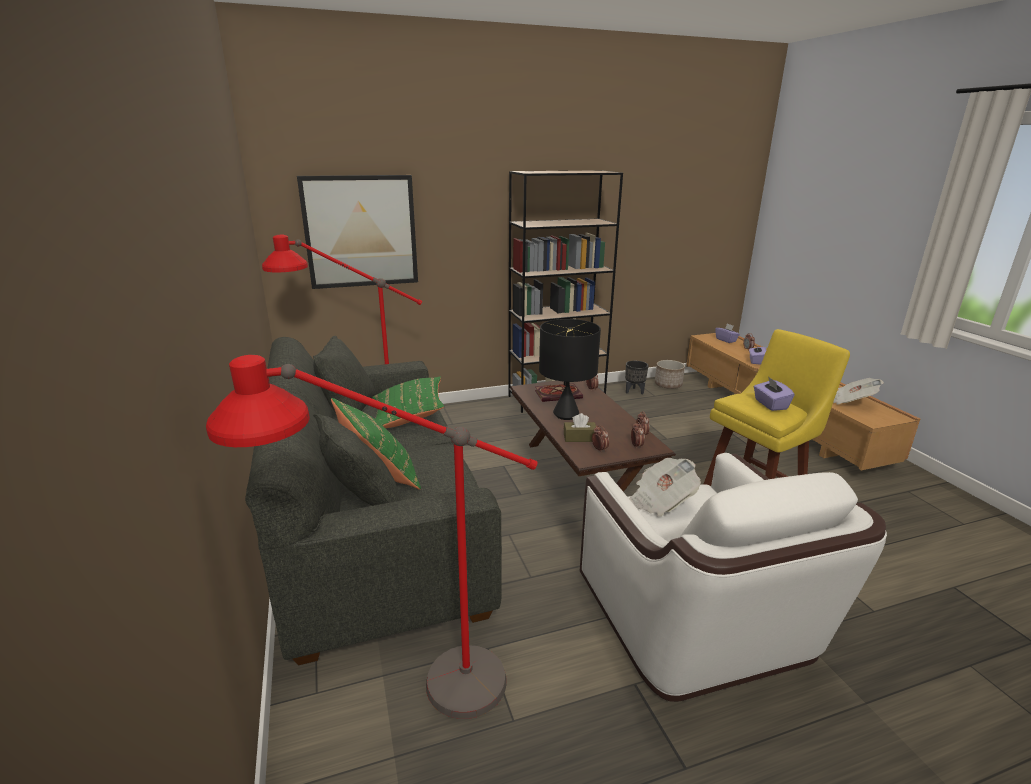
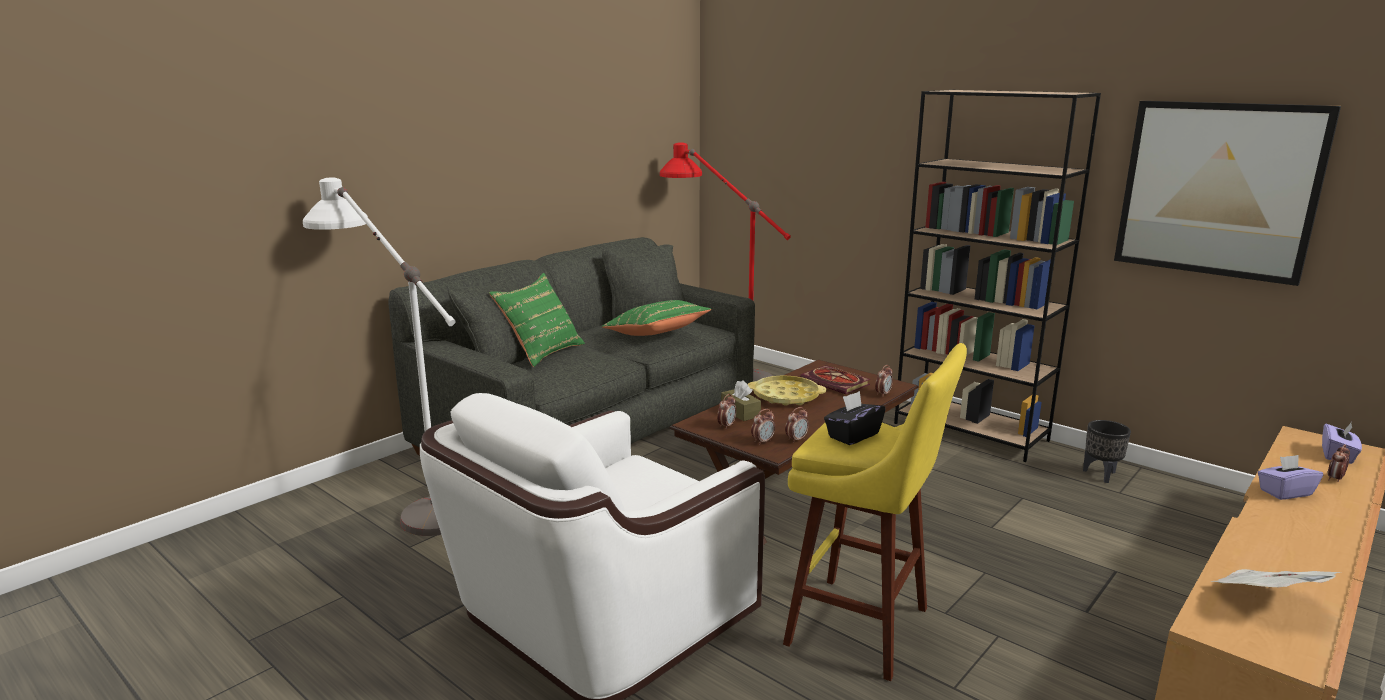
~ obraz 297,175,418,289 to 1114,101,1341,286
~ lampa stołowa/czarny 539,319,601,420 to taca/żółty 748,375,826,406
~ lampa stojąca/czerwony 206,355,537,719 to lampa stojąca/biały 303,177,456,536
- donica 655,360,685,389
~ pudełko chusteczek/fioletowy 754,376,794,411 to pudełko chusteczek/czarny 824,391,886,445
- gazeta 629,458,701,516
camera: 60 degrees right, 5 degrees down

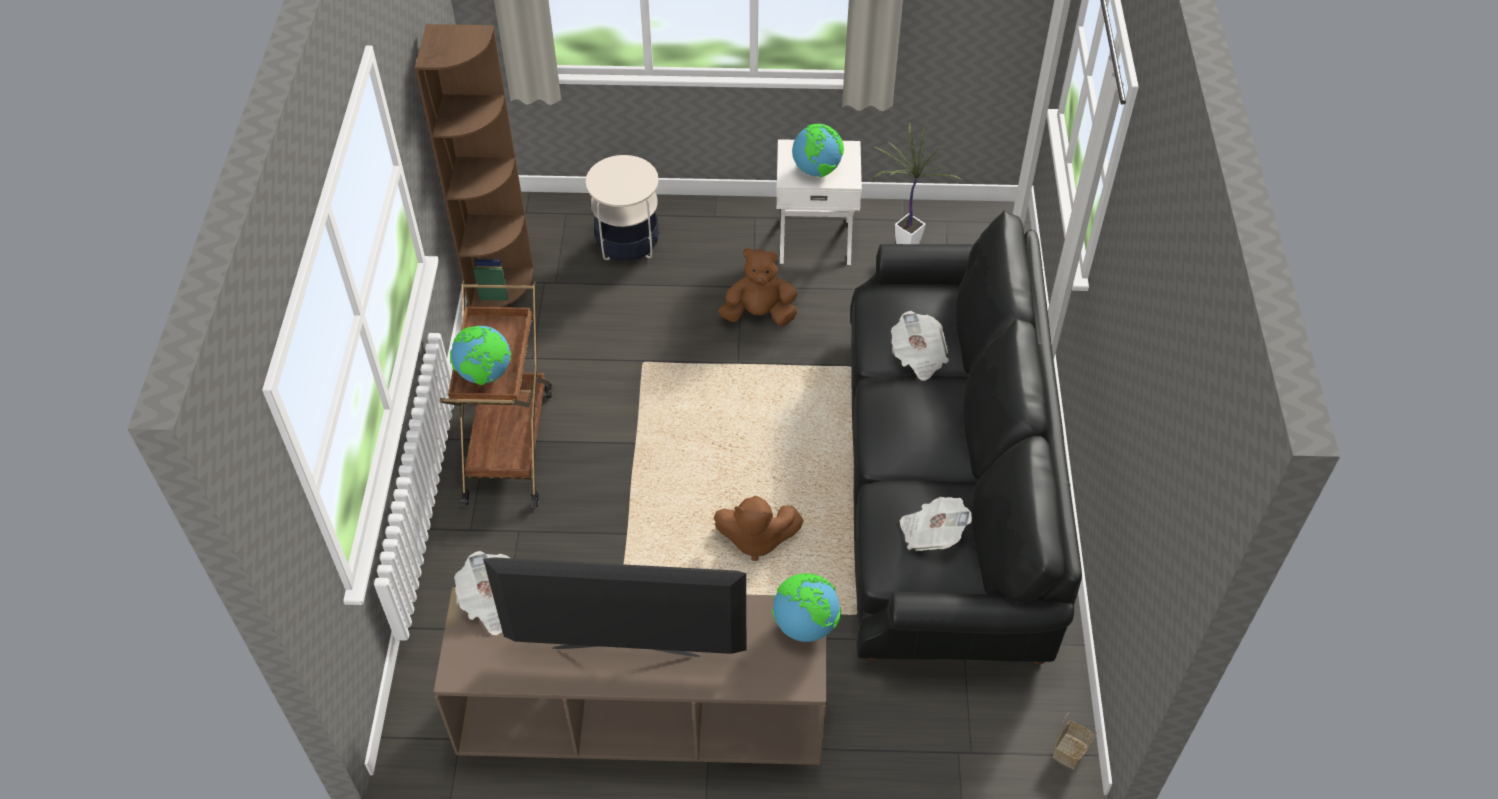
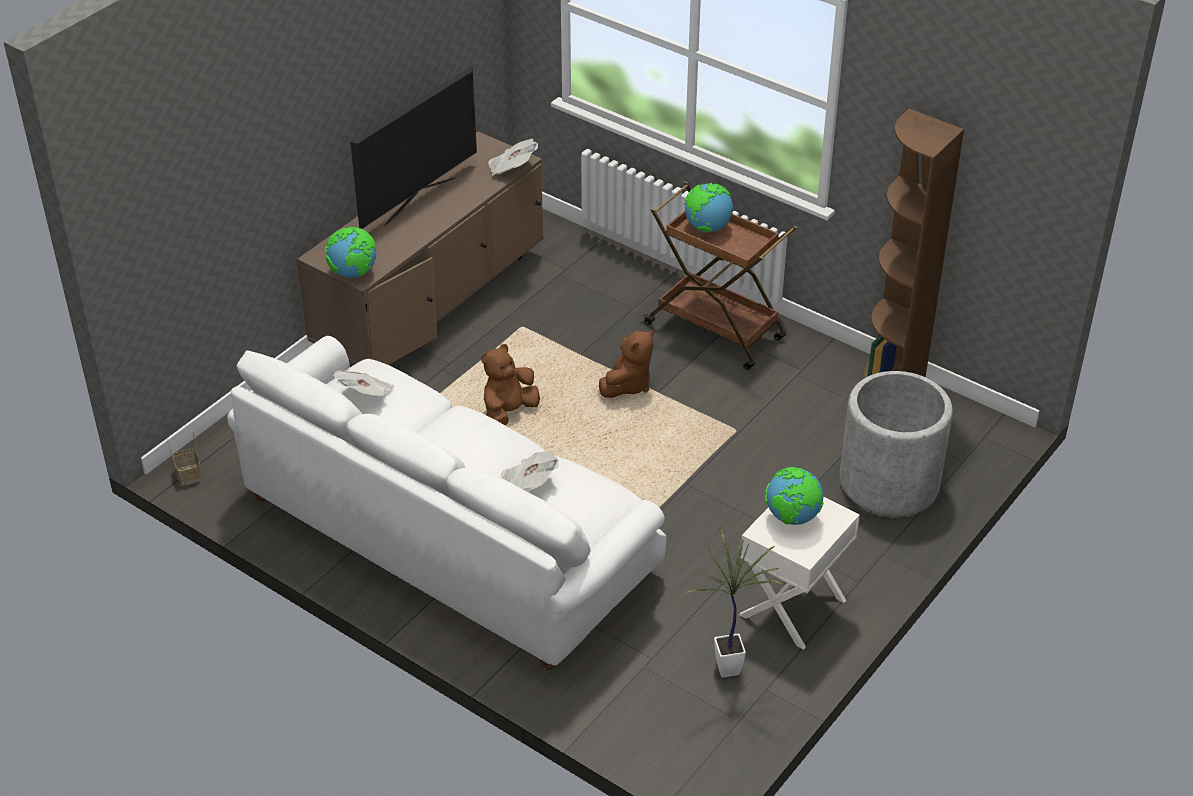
~ stolik/beżowy 586,155,659,261 to donica/szary 840,371,953,516
~ kanapa/czarny 850,211,1082,665 to kanapa/biały 227,336,666,670
~ pluszak/brązowy 719,248,797,326 to 599,330,654,398
camera: 125 degrees right, 10 degrees down

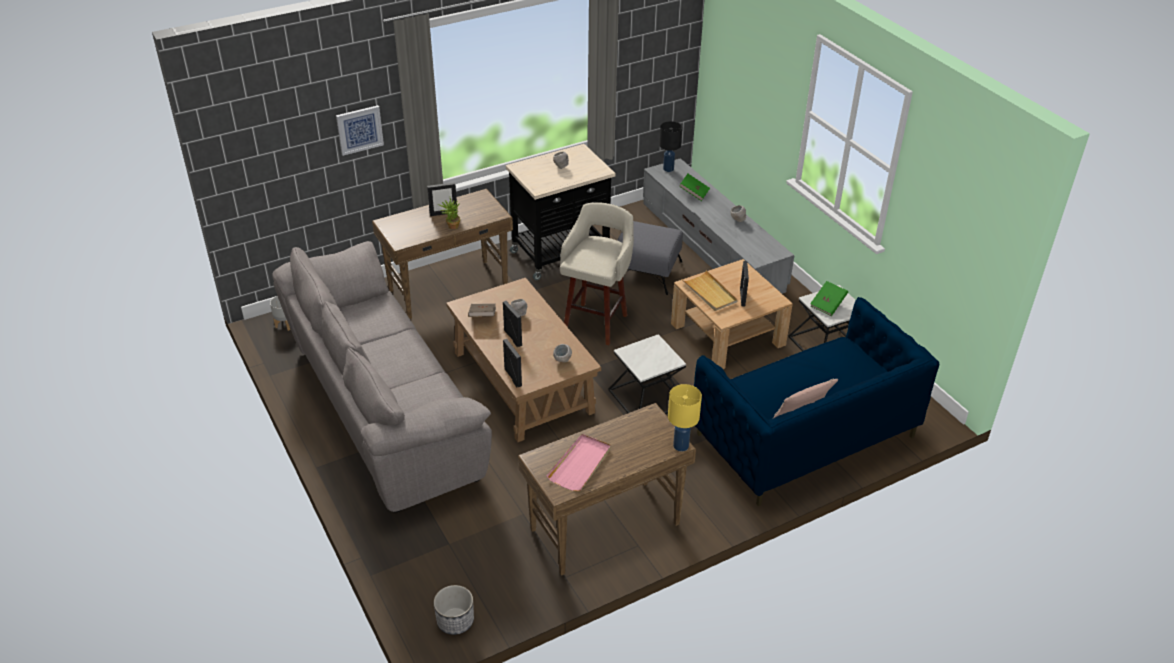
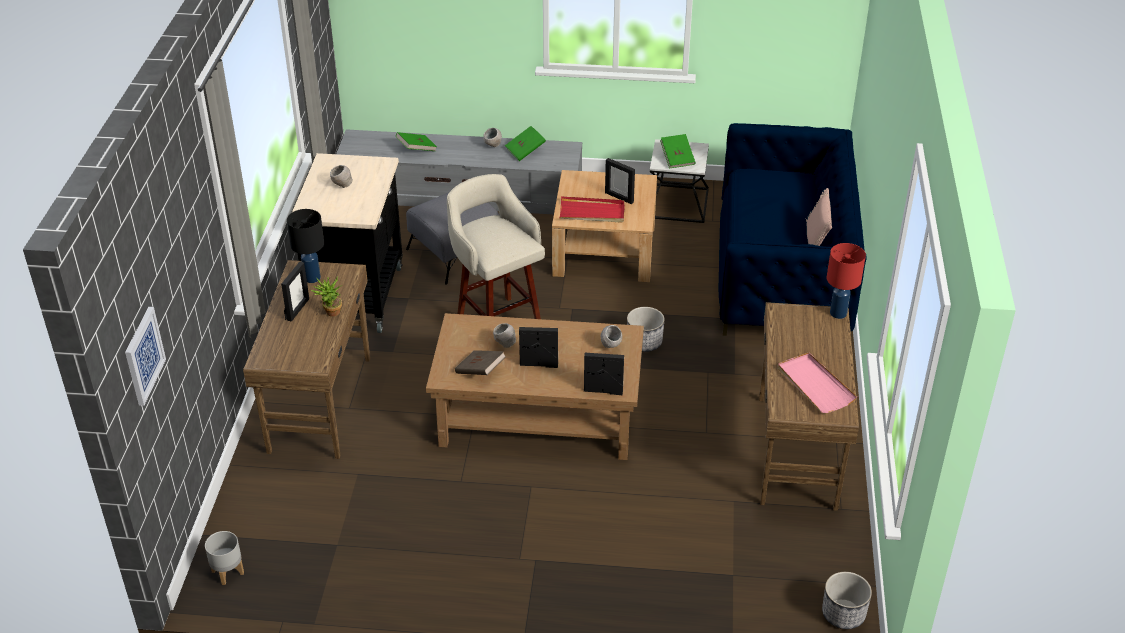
~ obraz 336,105,384,156 to 125,307,166,406
~ lampa stołowa/czarny 659,121,682,172 to 287,209,324,283
- kanapa/szary 273,241,492,513
~ taca/beżowy 682,270,737,311 to taca/czerwony 560,196,624,223
~ stolik 608,334,686,414 to donica 627,307,665,352
~ lampa stołowa/żółty 668,384,702,451 to lampa stołowa/czerwony 827,243,866,319
+ książka/zielony 505,126,546,161
camera: 55 degrees left, 0 degrees up

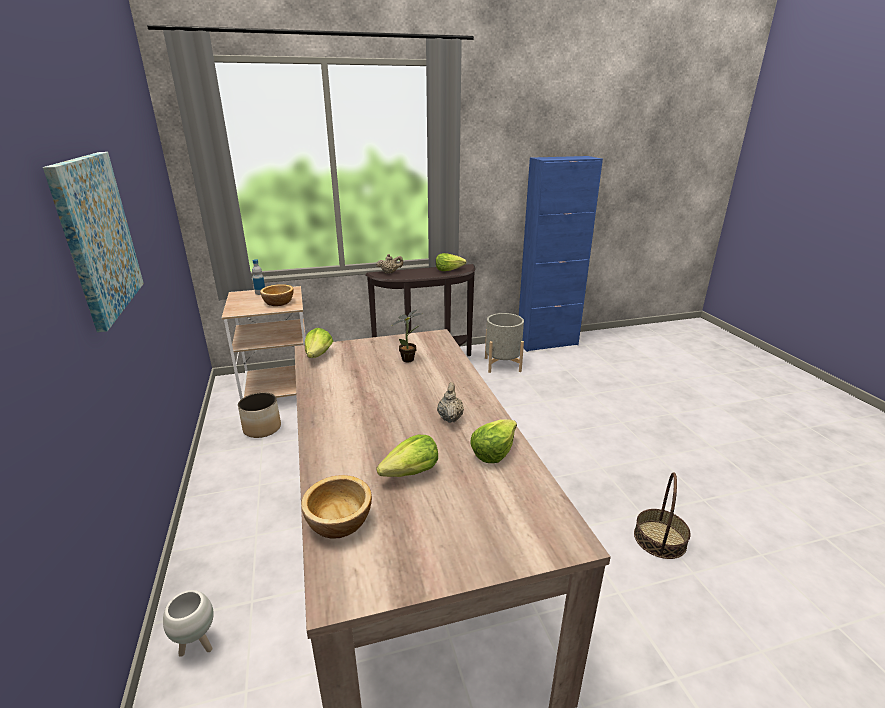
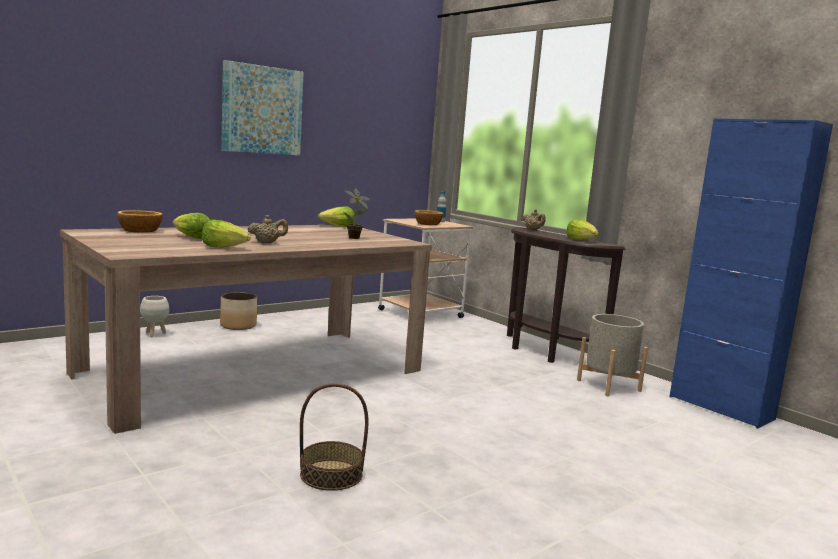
~ donica 238,392,281,438 to 220,292,257,330
camera: 65 degrees right, 15 degrees down

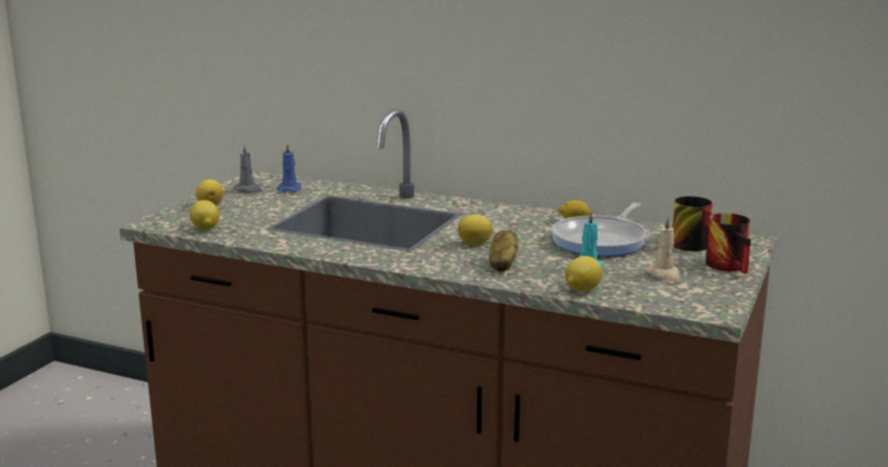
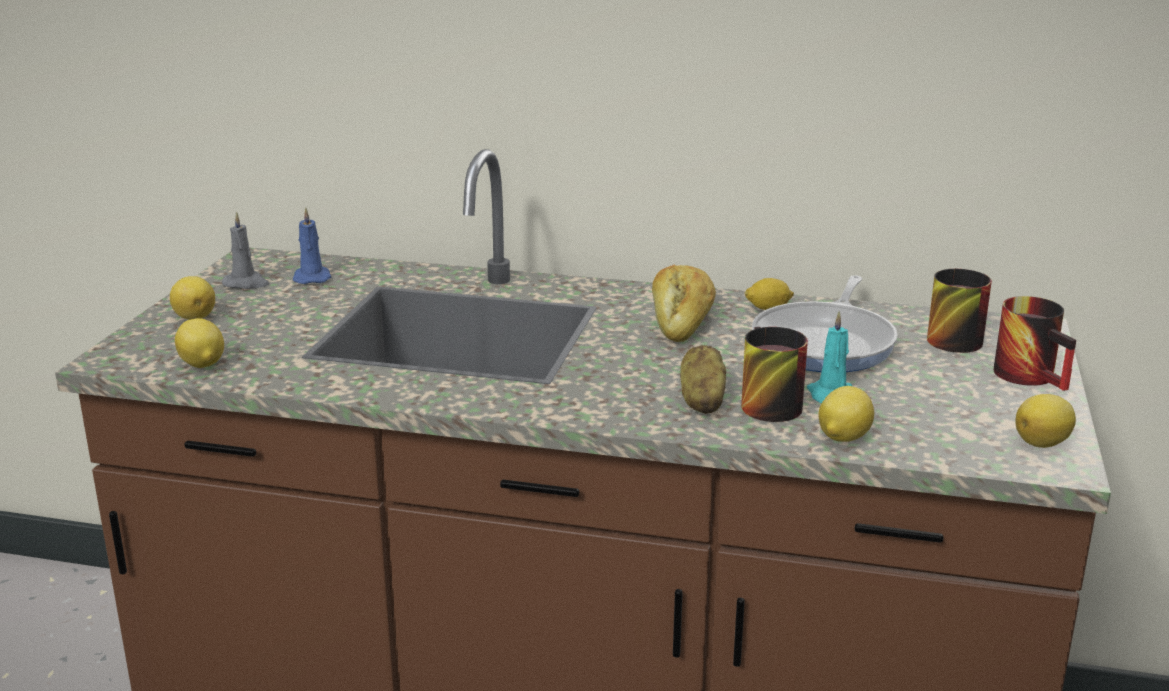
~ cytryna 458,215,493,245 to 1015,394,1076,448
- świeca/beżowy 647,217,681,281
+ chleb 652,265,716,342
+ kubek 741,327,808,422
camera: 10 degrees left, 5 degrees up

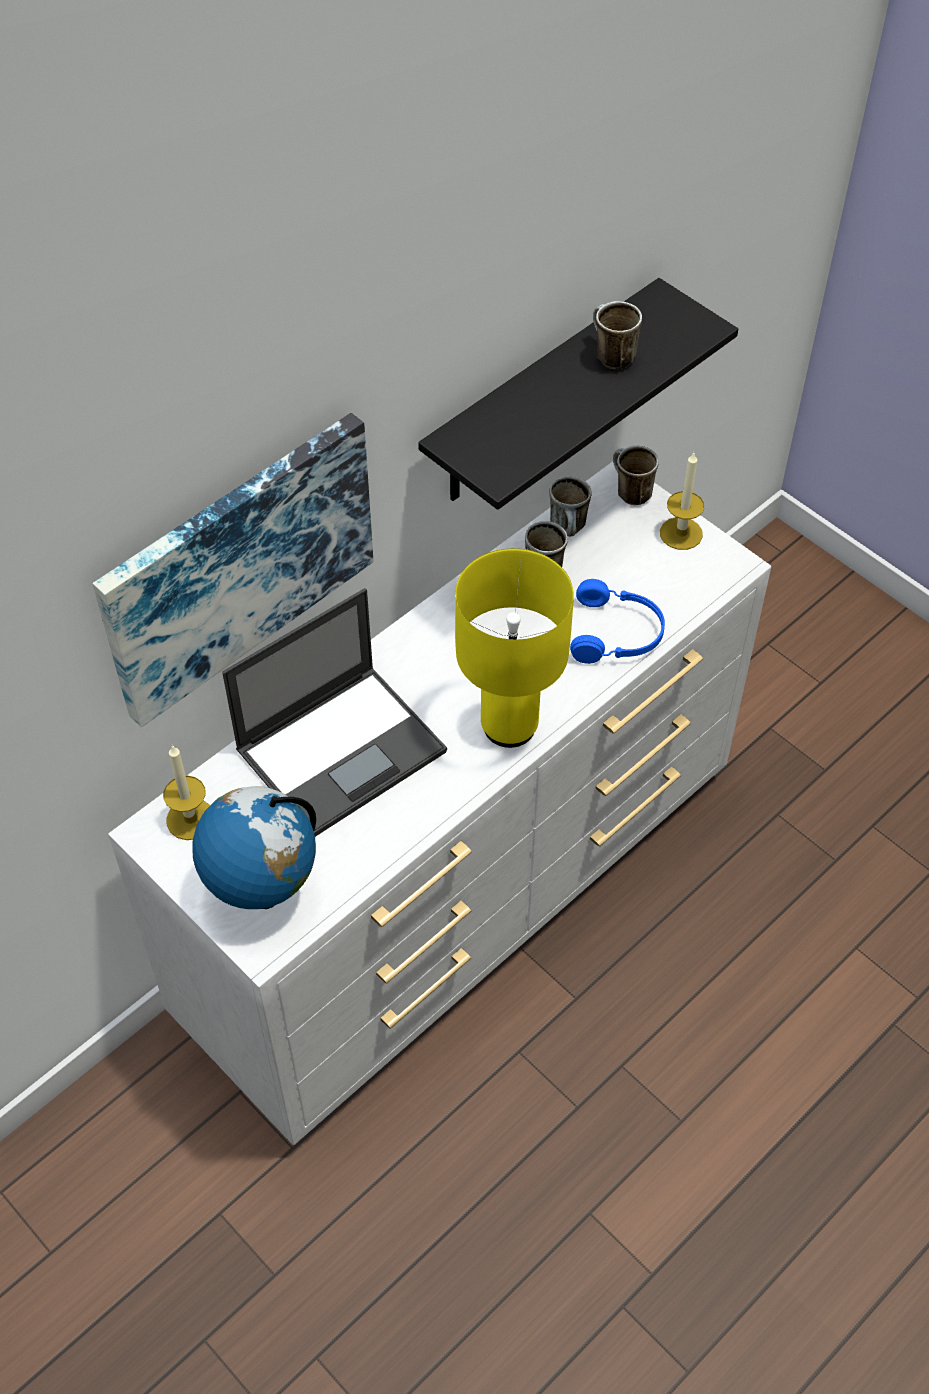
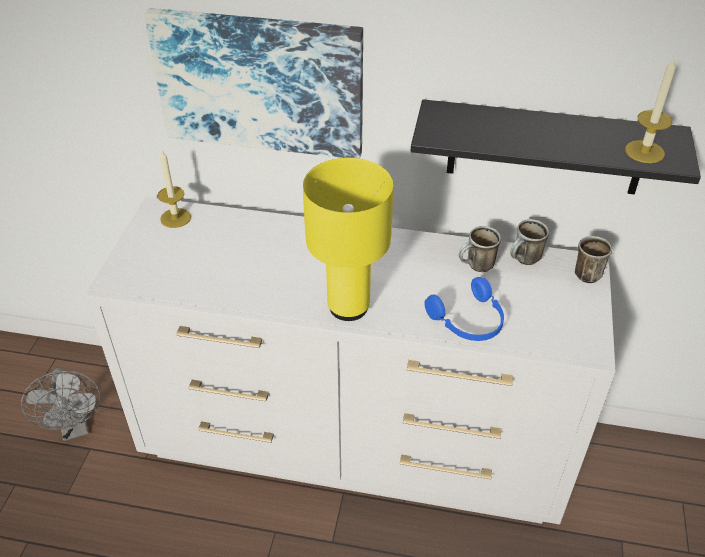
- kubek 593,301,642,369
~ świeca 660,453,704,550 to 625,57,676,163
- laptop 222,588,447,837
- globus 192,786,316,909
+ wentylator/szary 21,368,101,441
camera: 55 degrees right, 10 degrees down

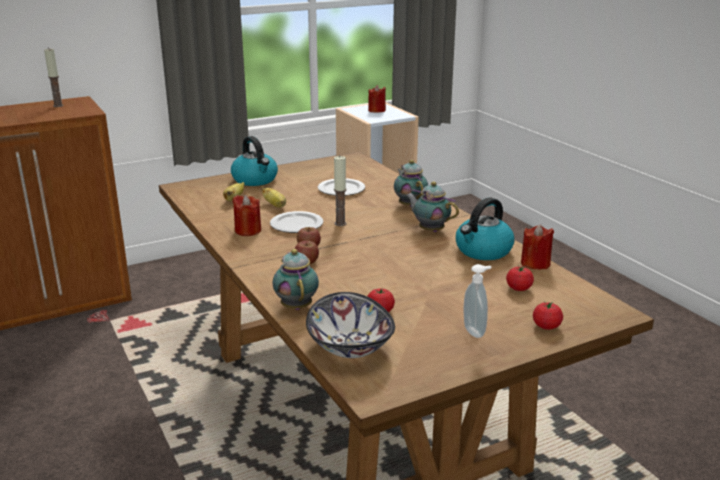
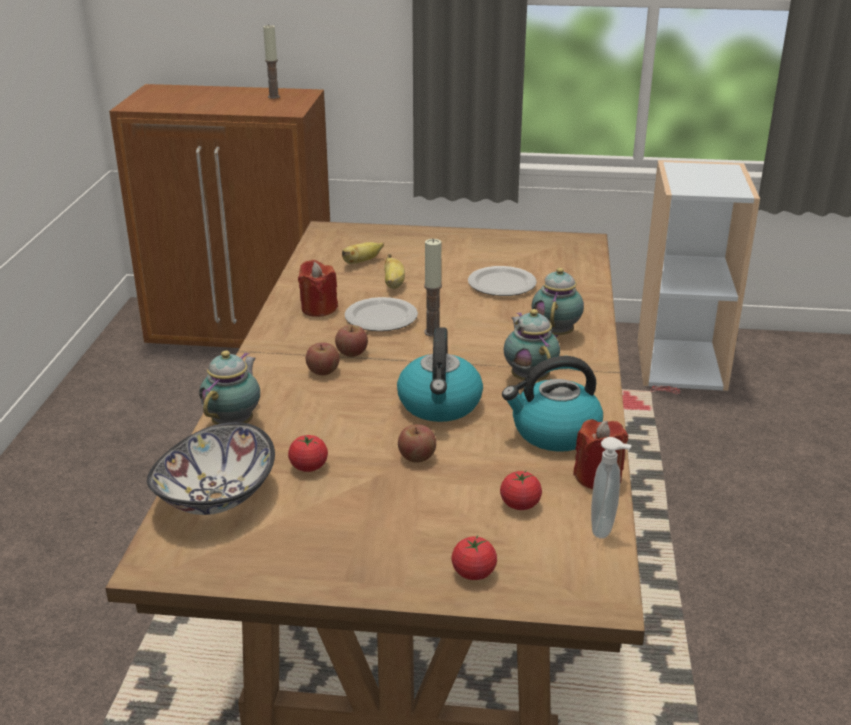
- świeca/czerwony 368,85,386,113
~ czajnik 231,136,278,186 to 397,327,483,422
~ dozownik mydła 464,264,491,338 to 591,437,631,539
+ jabłko 398,424,436,463
camera: 35 degrees right, 5 degrees up

